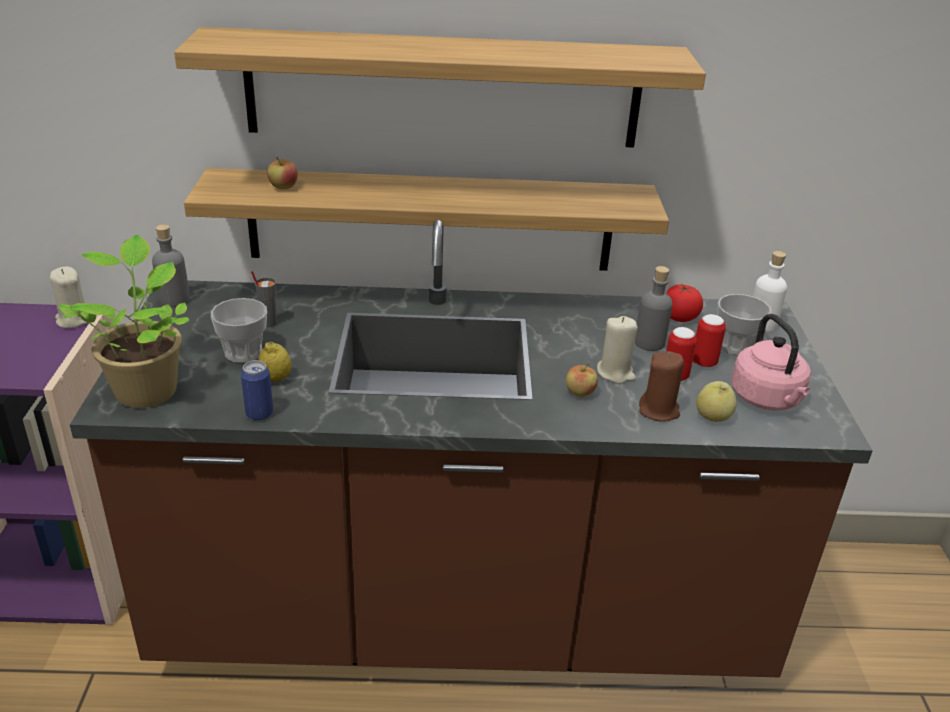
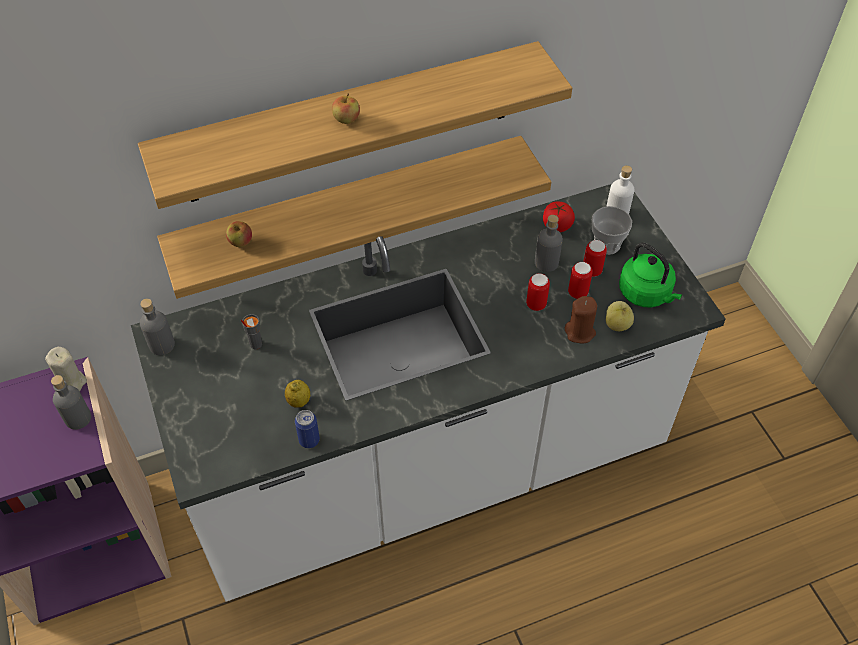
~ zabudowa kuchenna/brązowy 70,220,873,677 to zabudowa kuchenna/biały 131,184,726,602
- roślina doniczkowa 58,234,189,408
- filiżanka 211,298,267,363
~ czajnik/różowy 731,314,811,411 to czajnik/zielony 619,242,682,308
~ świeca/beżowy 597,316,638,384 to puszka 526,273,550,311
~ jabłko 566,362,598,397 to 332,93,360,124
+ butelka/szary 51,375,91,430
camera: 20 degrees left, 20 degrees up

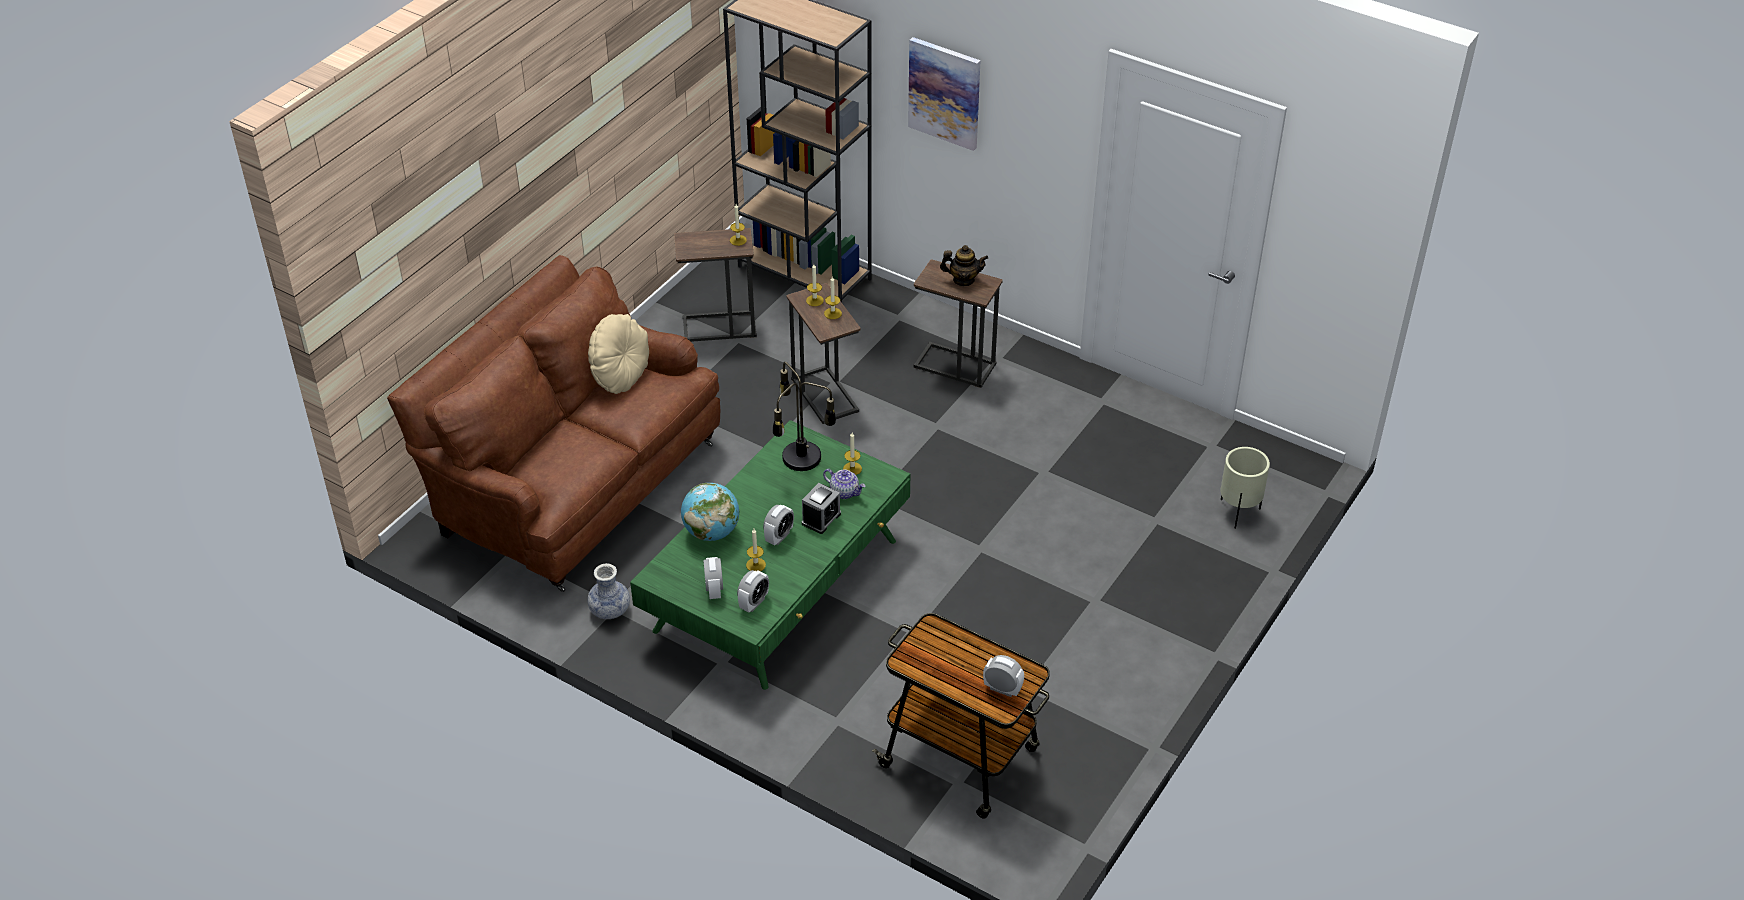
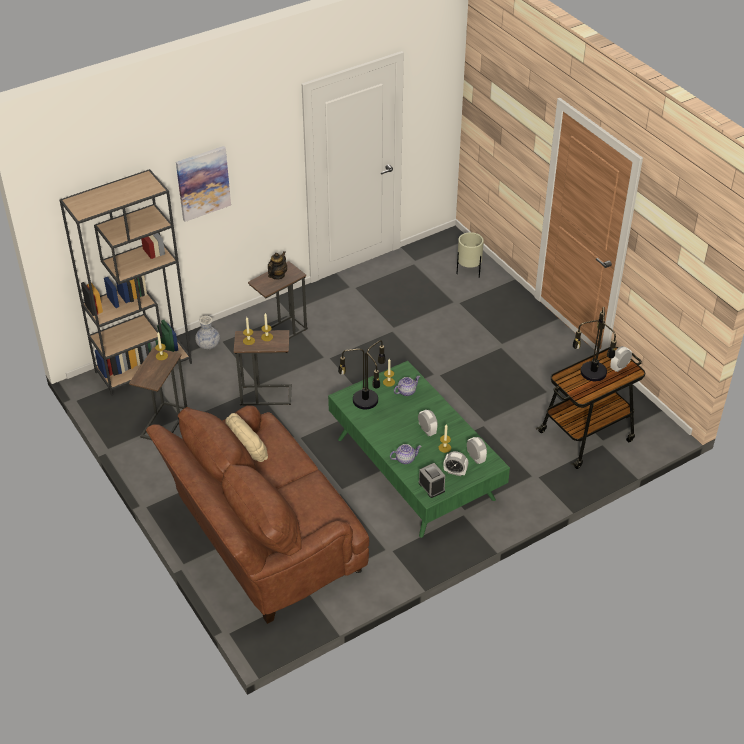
~ globus 681,483,740,541 to imbryk 390,444,422,464
~ budzik 802,483,841,534 to 418,463,445,498
~ wazon 587,563,630,619 to 195,316,220,349
+ lampa stołowa 573,307,617,381
camera: 65 degrees left, 0 degrees up

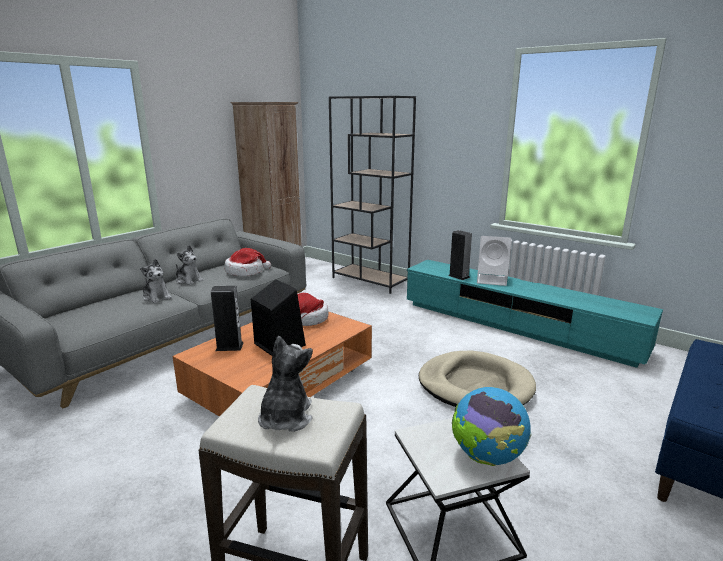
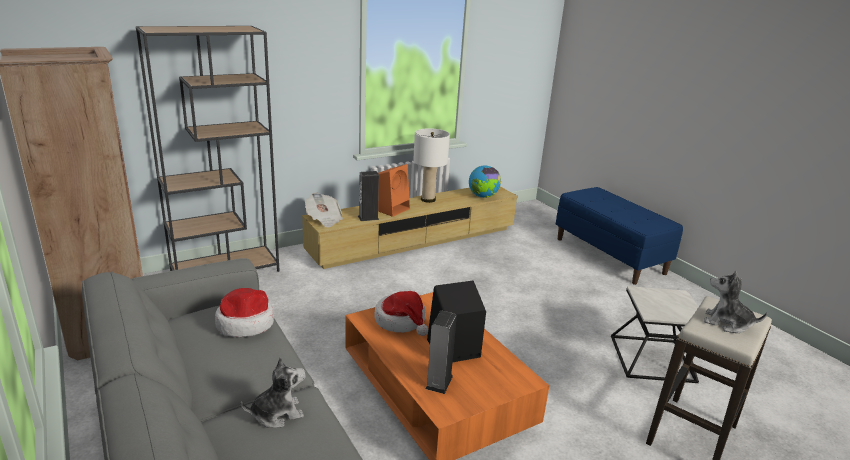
~ głośnik/biały 477,236,511,286 to głośnik/pomarańczowy 378,164,410,217
- pluszak 176,245,204,285
~ szafka pod telewizor/turkusowy 407,260,663,368 to szafka pod telewizor/beżowy 302,187,518,269
- legowisko/beżowy 419,351,536,407
~ globus 452,387,532,466 to 469,165,501,198
+ lampa stołowa/biały 413,128,450,203
+ gazeta 305,193,343,228
camera: 70 degrees left, 5 degrees up

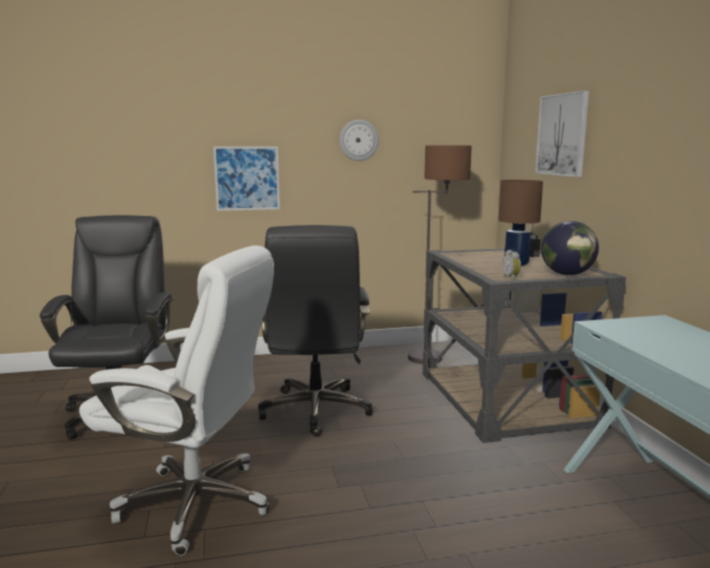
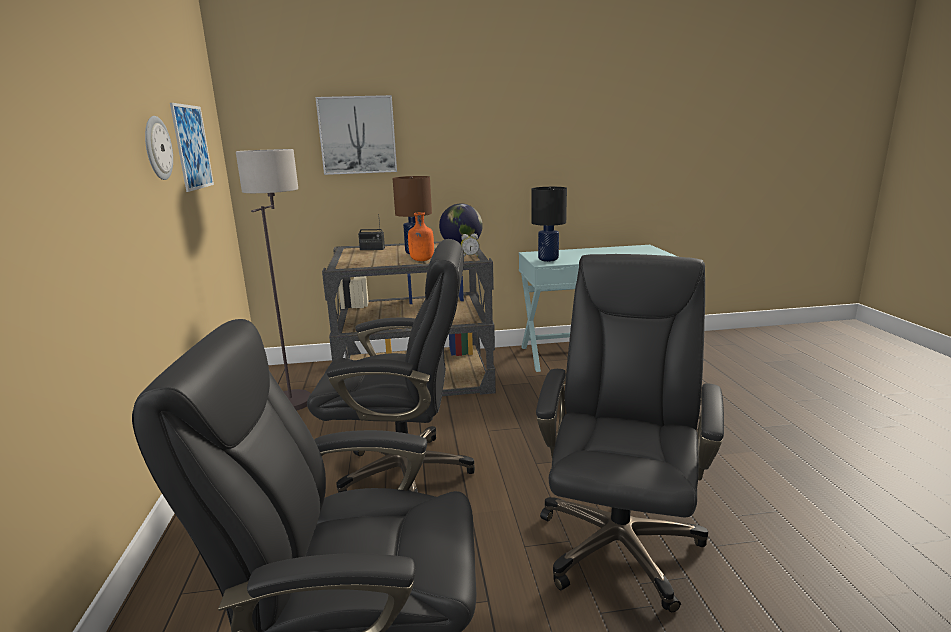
~ lampa stojąca/brązowy 408,145,472,364 to lampa stojąca/szary 236,149,311,411
~ obraz 213,146,280,211 to 170,103,214,192
~ krzesło biurowe/biały 79,245,274,556 to krzesło biurowe/czarny 536,254,724,612
+ lampa stołowa/czarny 531,187,567,262
+ butelka/pomarańczowy 408,212,434,261
camera: 85 degrees left, 5 degrees up

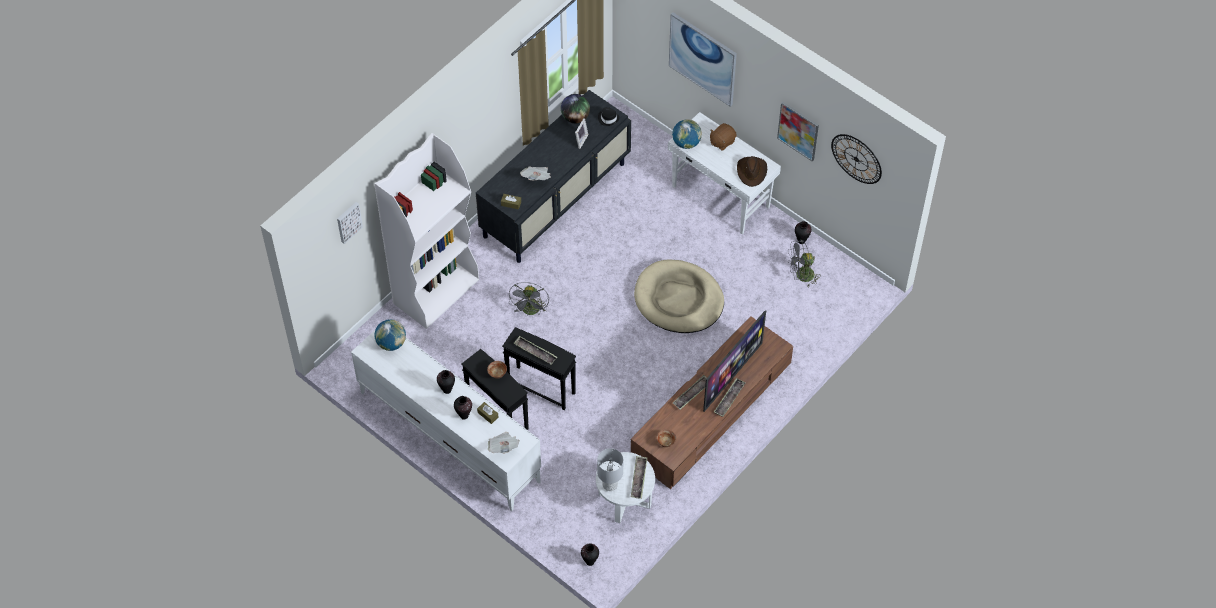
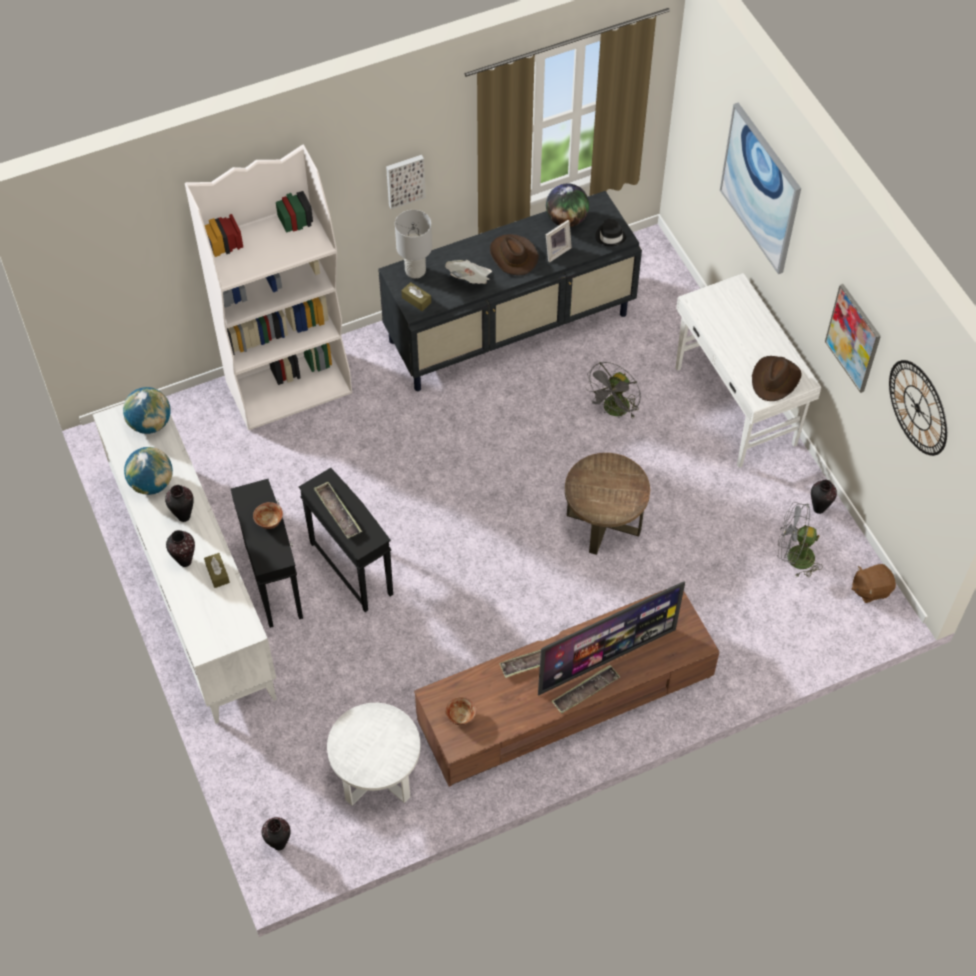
~ globus 672,119,702,149 to 124,447,173,495
~ pluszak/brązowy 710,123,737,151 to 851,564,896,603
~ obraz 337,202,363,244 to 386,155,426,209
~ legowisko/beżowy 634,260,724,333 to stolik/brązowy 565,453,650,555
~ wentylator/szary 509,282,549,316 to 585,362,641,419
- gazeta 488,432,520,454
~ lampa stołowa/szary 597,448,623,491 to 395,210,432,279
- taca 631,456,647,499
+ kapelusz/brązowy 490,234,539,275
camera: 25 degrees right, 0 degrees up

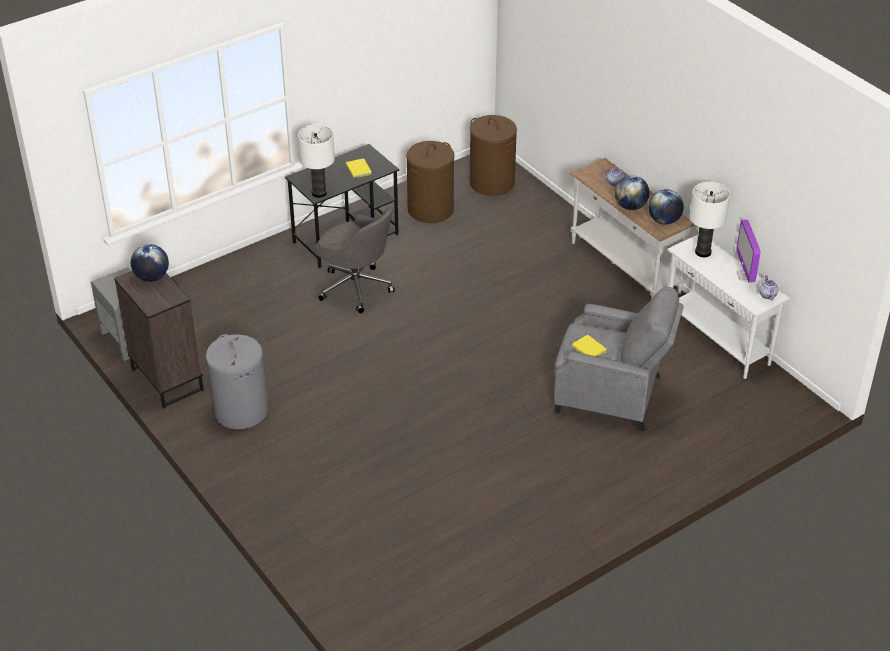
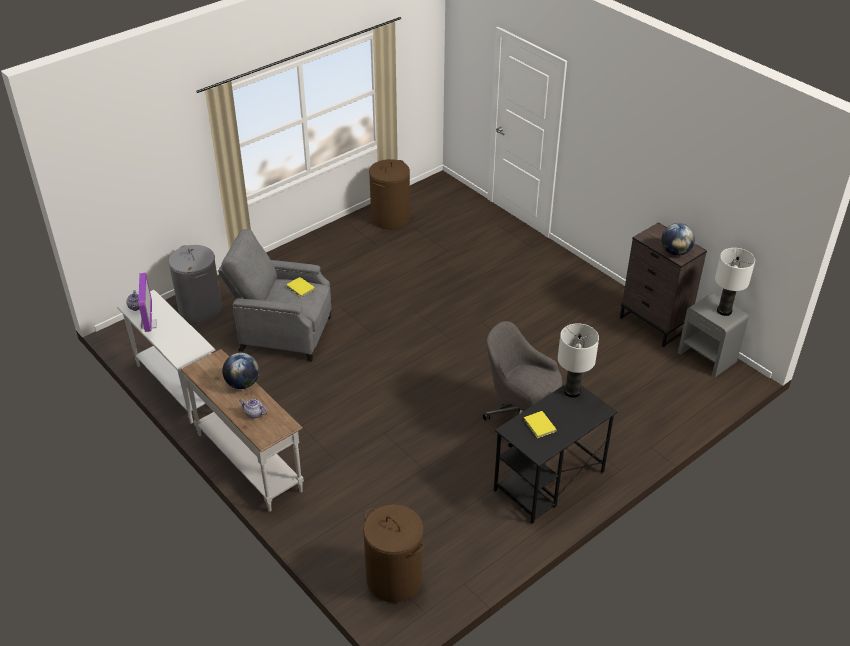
~ kosz na pranie/brązowy 406,141,454,223 to 369,159,410,230
~ lampa stołowa/biały 690,182,730,257 to 715,248,755,316
- globus 648,189,684,224
~ kosz na pranie/szary 206,334,268,429 to 169,245,222,322
camera: 175 degrees right, 0 degrees up

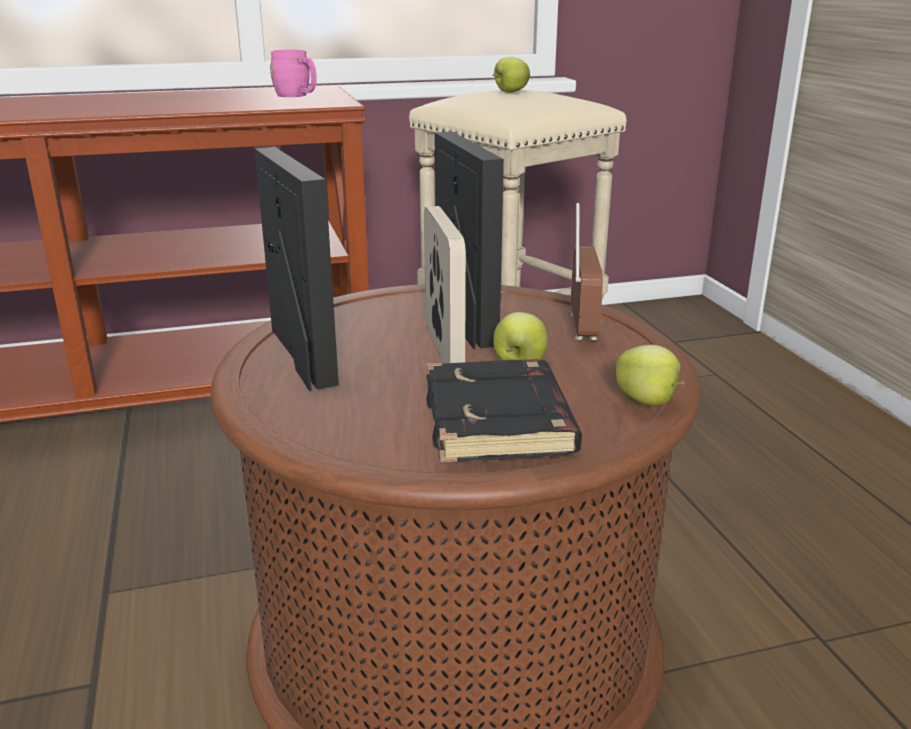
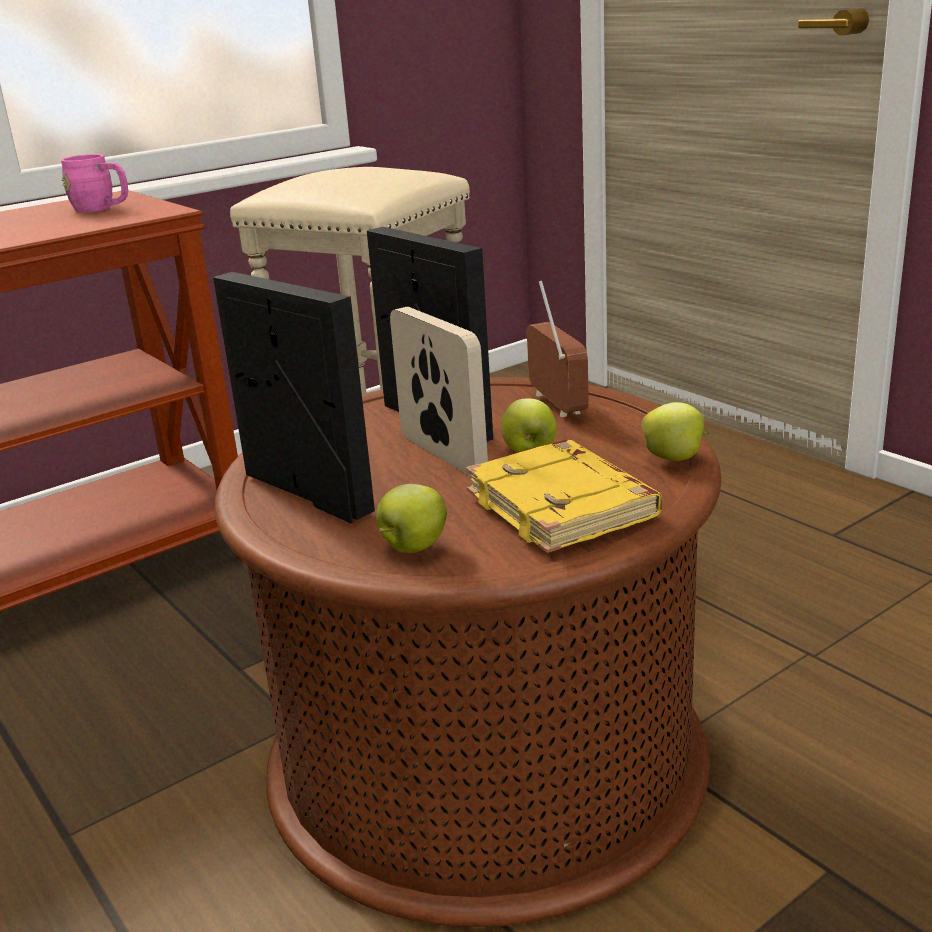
~ jabłko 493,57,530,93 to 376,484,447,553
~ książka/czarny 426,359,582,462 to książka/żółty 466,440,662,553
camera: 20 degrees left, 0 degrees up

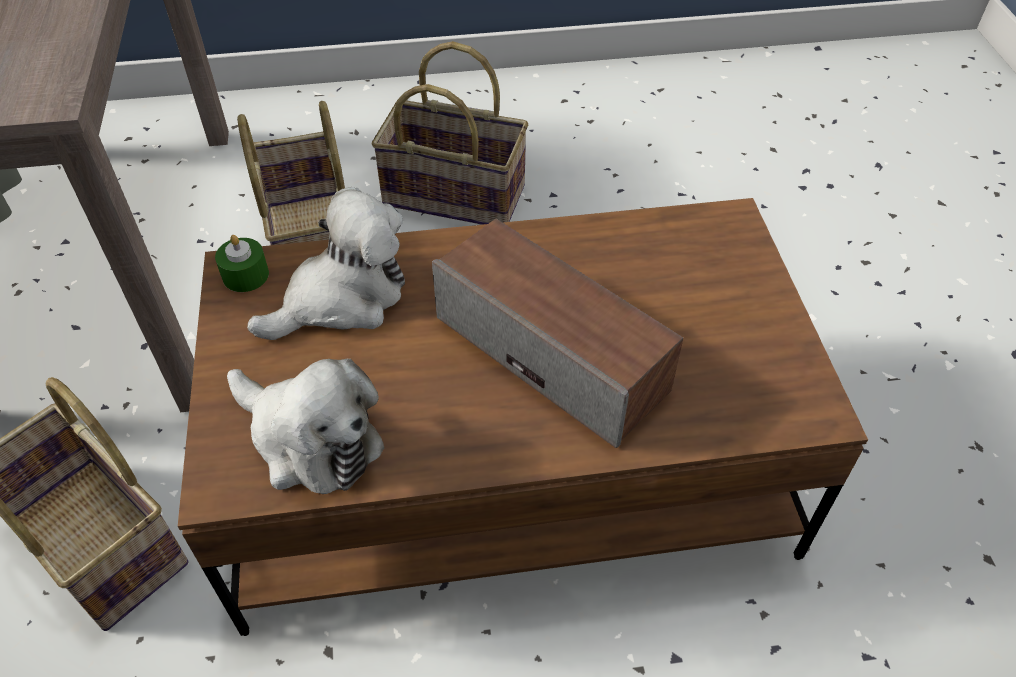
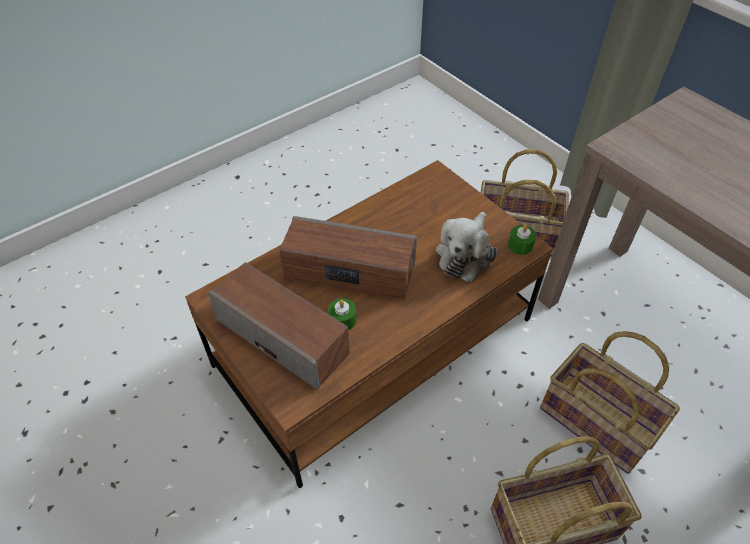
- pluszak 227,359,384,494
+ głośnik 208,262,350,390
+ świeca/zielony 328,298,356,330
camera: 150 degrees right, 0 degrees up

